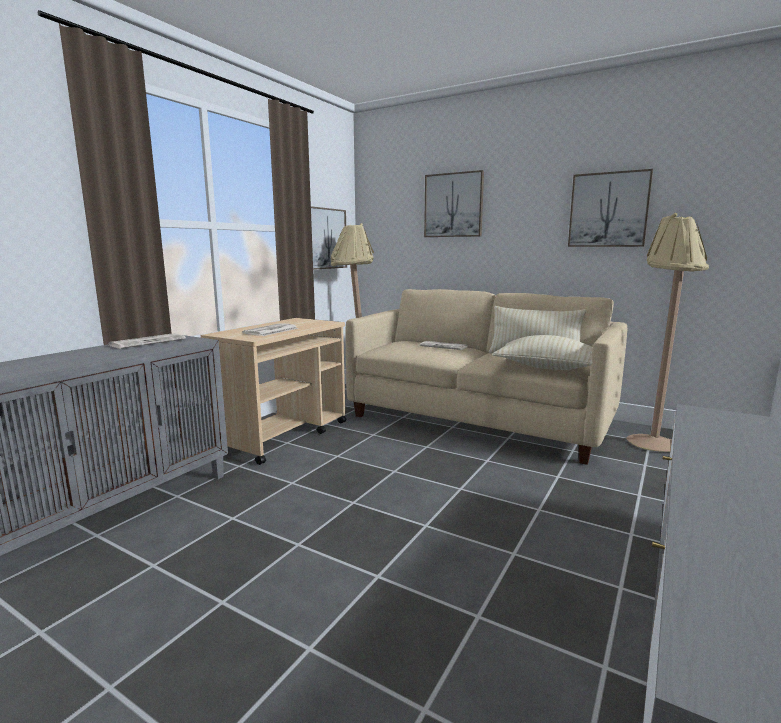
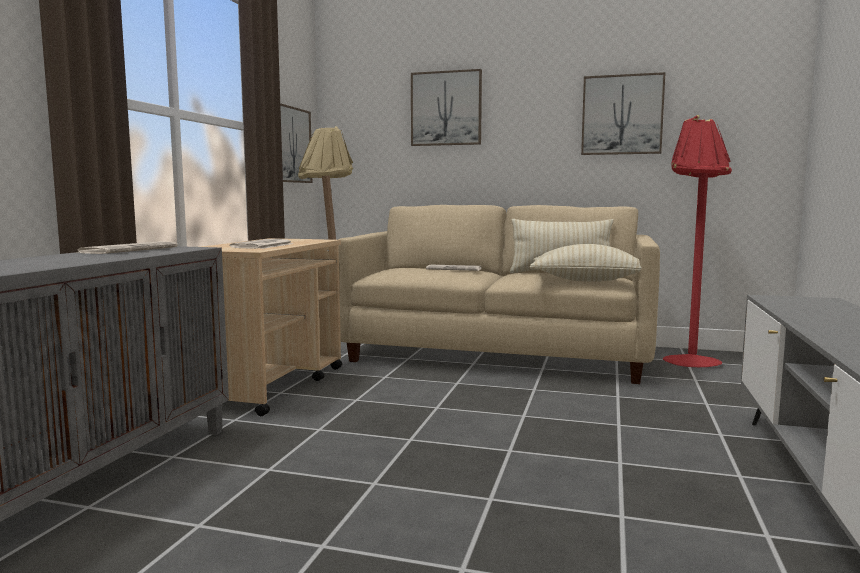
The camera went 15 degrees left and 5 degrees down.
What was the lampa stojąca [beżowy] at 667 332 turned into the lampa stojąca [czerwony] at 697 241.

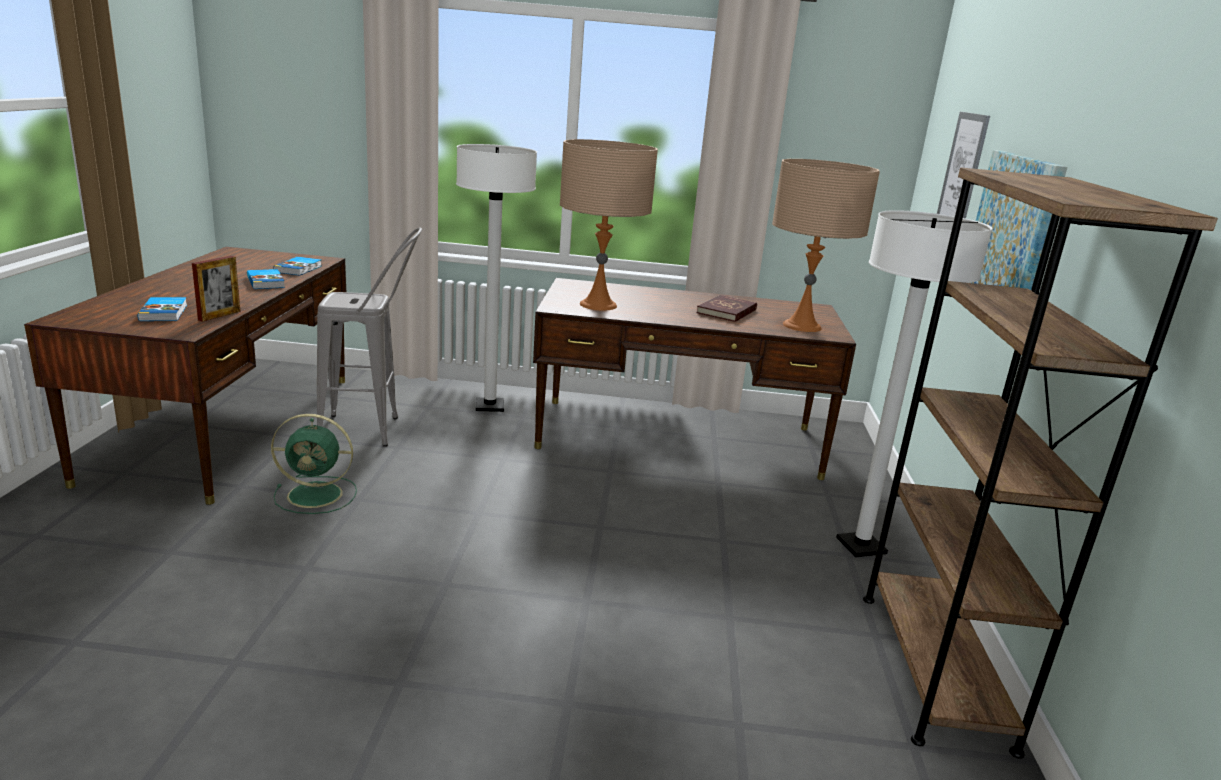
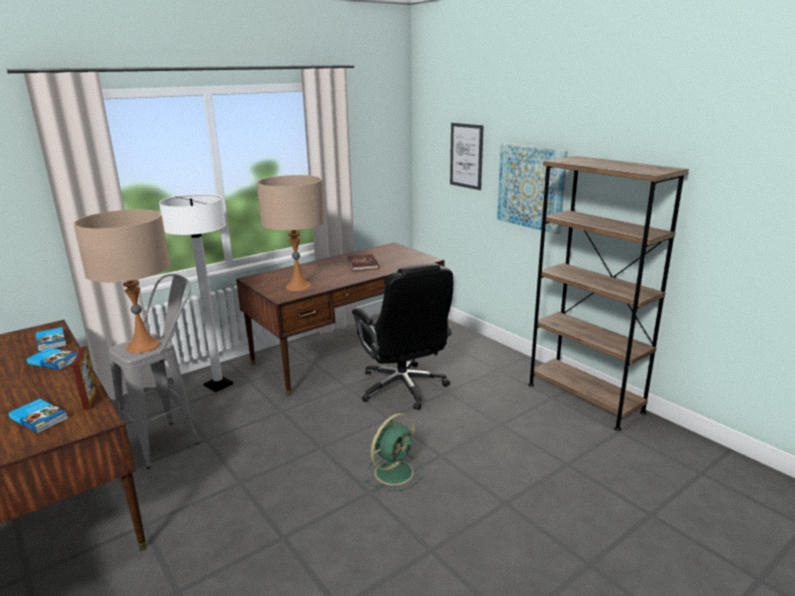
The camera went 40 degrees left and 0 degrees up.
The second view lost the lampa stojąca [biały] at 914 383.
The second view gained the krzesło biurowe [czarny] at 402 336.
The wentylator [zielony] ended up elsewhere, having gone from 314 464 to 394 452.
The lampa stołowa [beżowy] ended up elsewhere, having gone from 826 245 to 121 281.

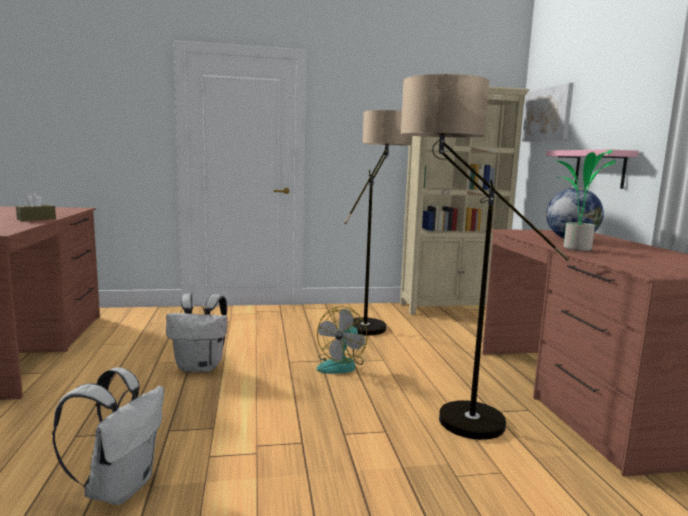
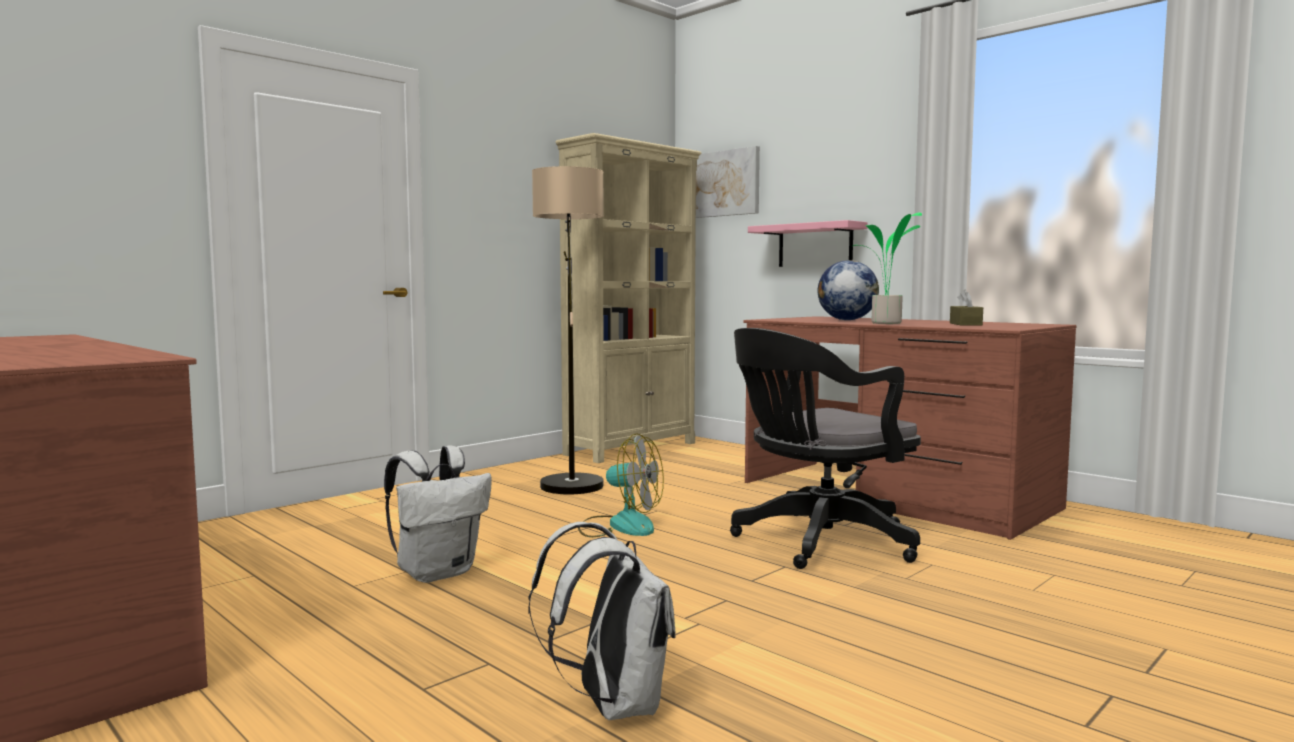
The camera went 35 degrees left and 5 degrees down.
The pudełko chusteczek [brązowy] ended up elsewhere, having gone from 36 207 to 966 307.
Where the lampa stojąca stood at 485 257, the krzesło biurowe [czarny] came to stand at 825 448.
The wentylator at 342 340 ended up facing another way, 60 degrees counterclockwise from before.

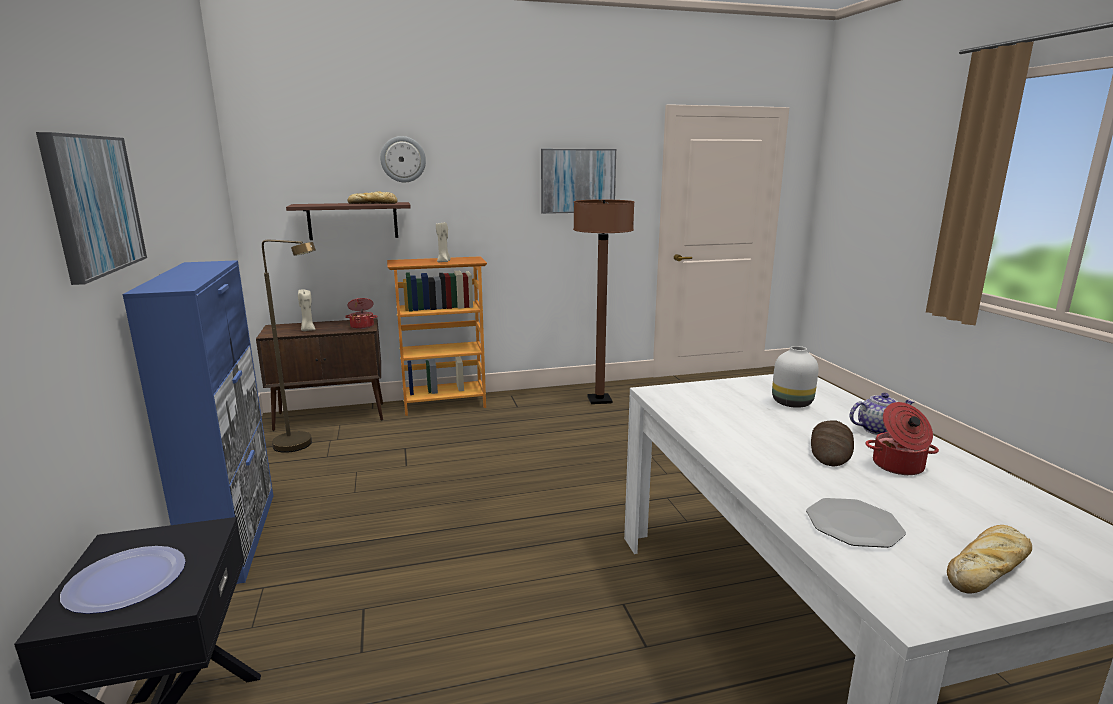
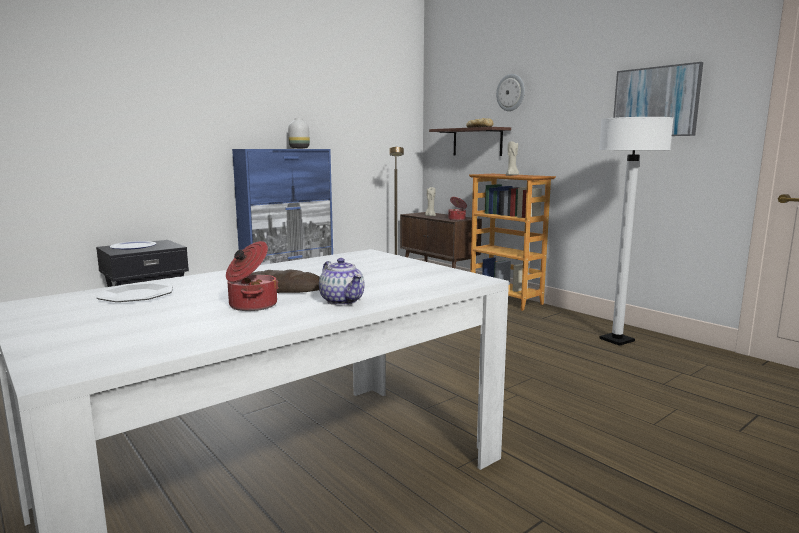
The camera went 65 degrees right and 5 degrees down.
The second view lost the obraz at 91 208.
The second view lost the chleb at 989 559.
The wazon [biały] ended up elsewhere, having gone from 795 377 to 299 133.
What was the lampa stojąca [brązowy] at 603 301 turned into the lampa stojąca [biały] at 636 231.

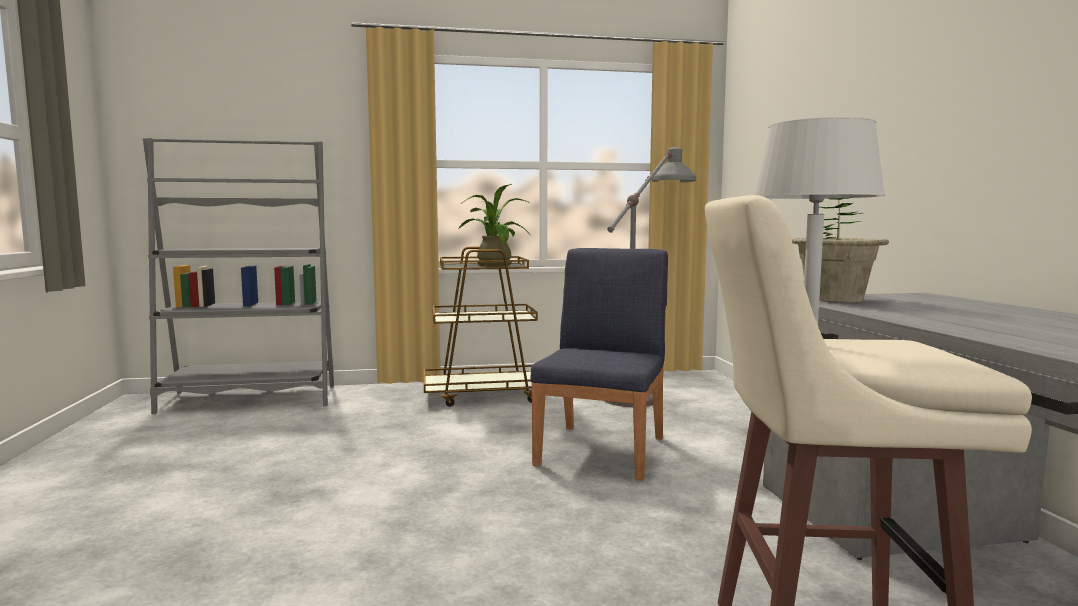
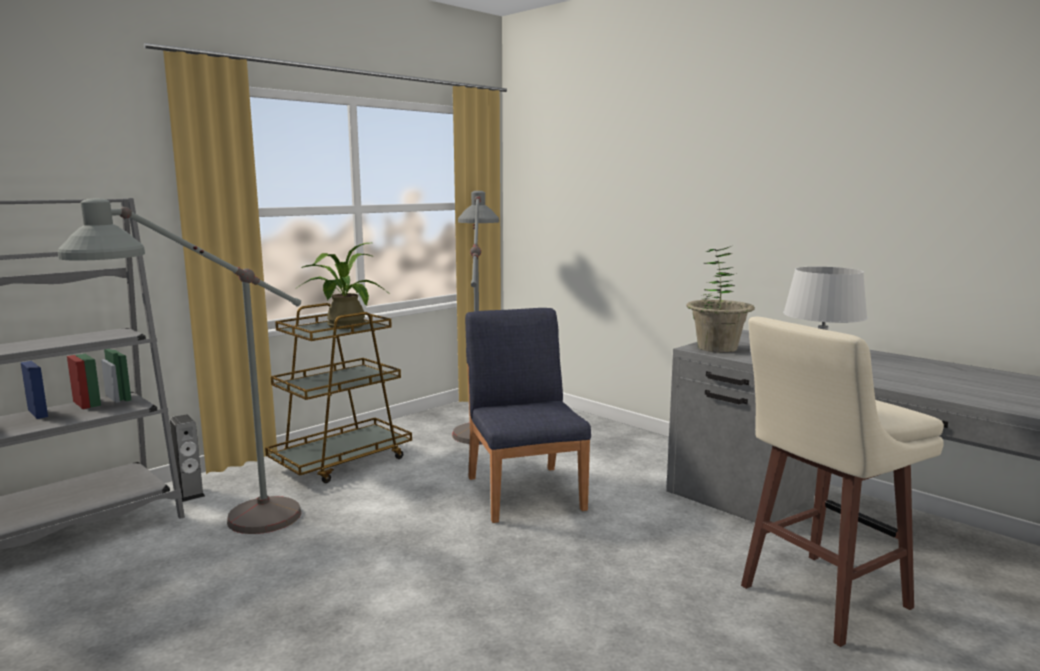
The camera went 35 degrees left and 5 degrees up.
The second view gained the lampa stojąca [szary] at 179 366.
The second view gained the głośnik at 187 458.

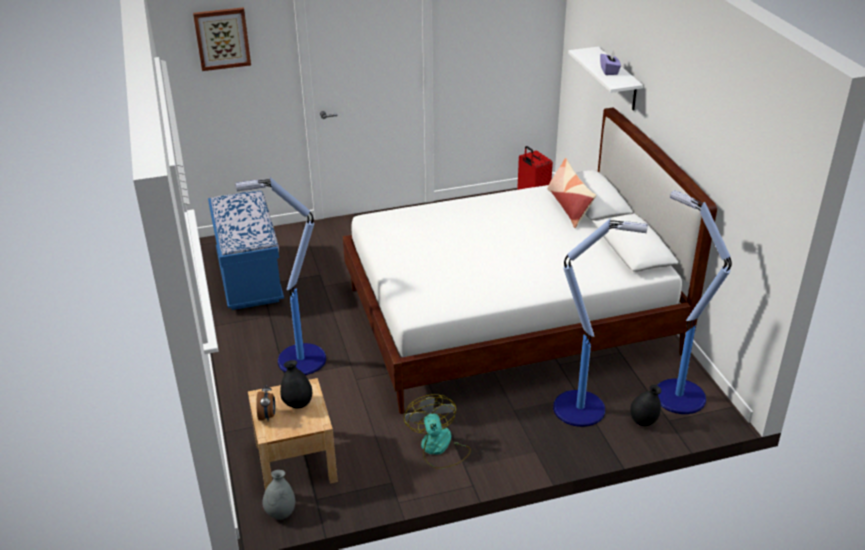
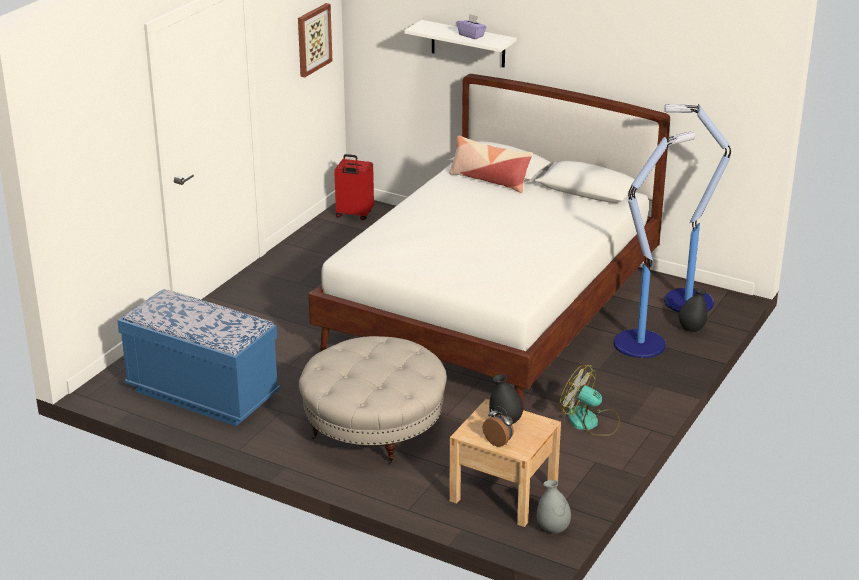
The camera went 45 degrees left and 5 degrees down.
The obraz ended up elsewhere, having gone from 222 39 to 315 40.
Where the lampa stojąca stood at 281 276, the pufa [beżowy] came to stand at 373 400.

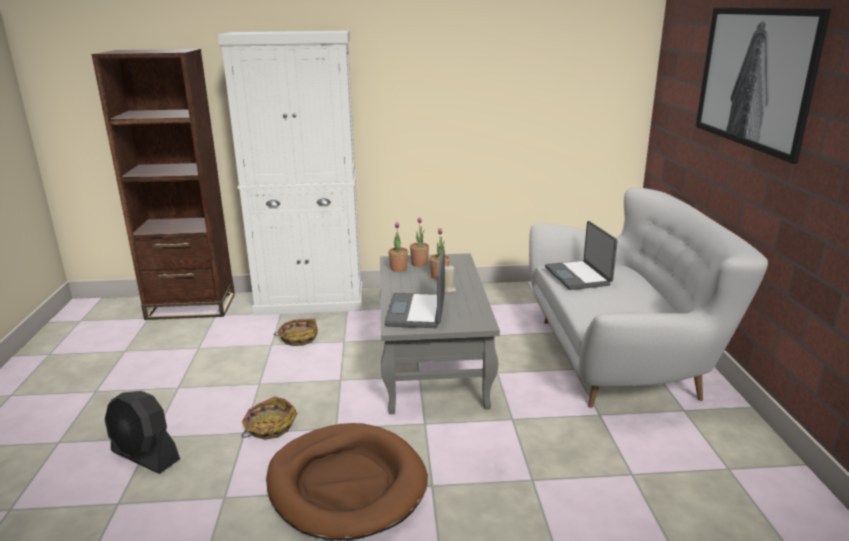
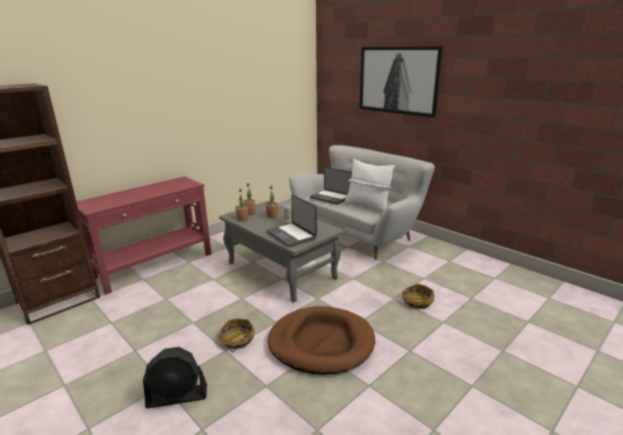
The camera went 40 degrees left and 0 degrees up.
The second view gained the poduszka [biały] at 369 186.
The koszyk ended up elsewhere, having gone from 296 332 to 418 296.
Where the szafka [biały] stood at 290 173, the stolik konsolowy [czerwony] came to stand at 144 235.

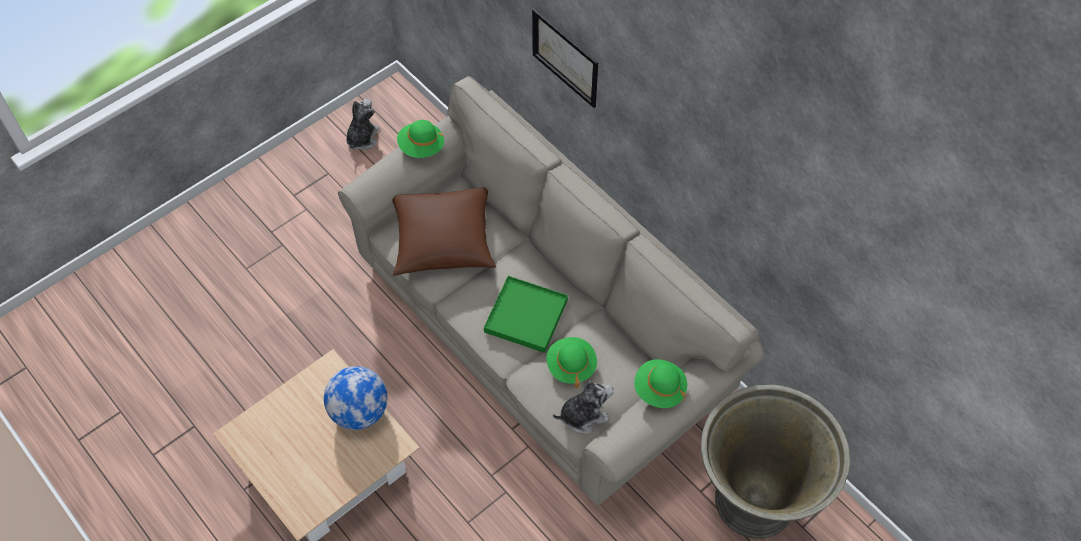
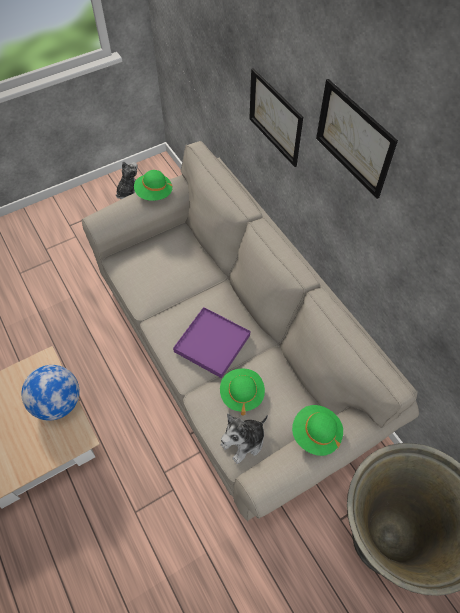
The camera went 10 degrees right and 0 degrees up.
The second view lost the poduszka [brązowy] at 444 231.
The second view gained the obraz at 357 139.
What was the taca [zielony] at 526 314 turned into the taca [fioletowy] at 211 342.
The pluszak at 583 406 ended up facing another way, 150 degrees clockwise from before.

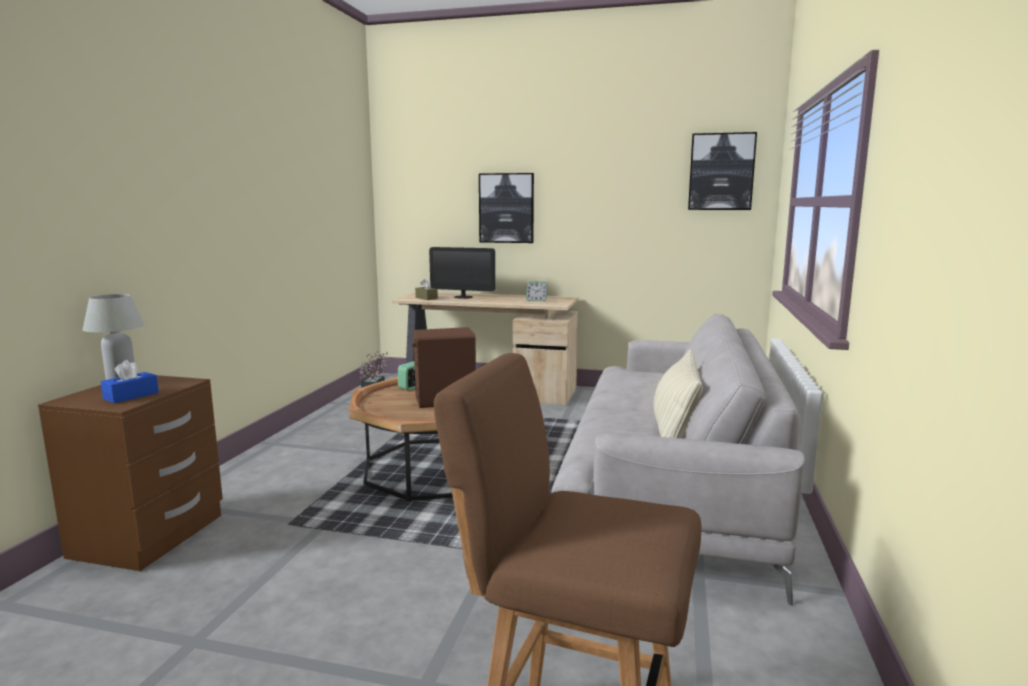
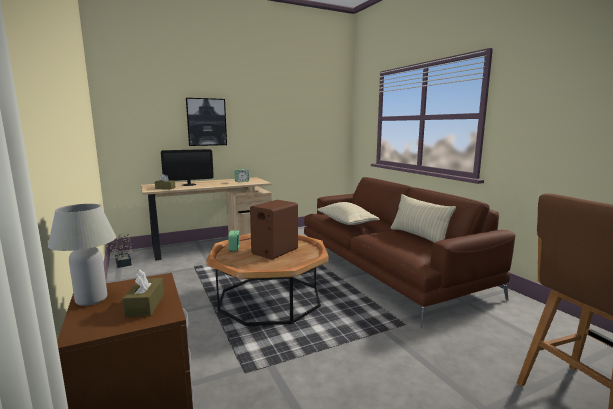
The camera went 40 degrees left and 0 degrees up.
The second view lost the obraz at 722 171.
The second view gained the poduszka [beżowy] at 348 213.
What was the pudełko chusteczek [niebieski] at 130 381 turned into the pudełko chusteczek [brązowy] at 143 293.
What was the kanapa [szary] at 678 460 turned into the kanapa [brązowy] at 410 252.

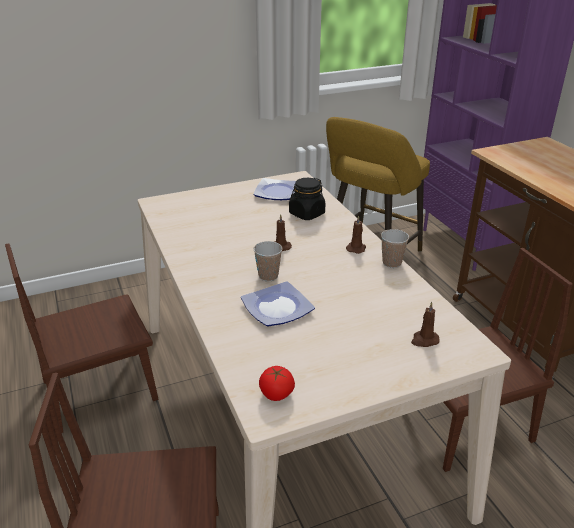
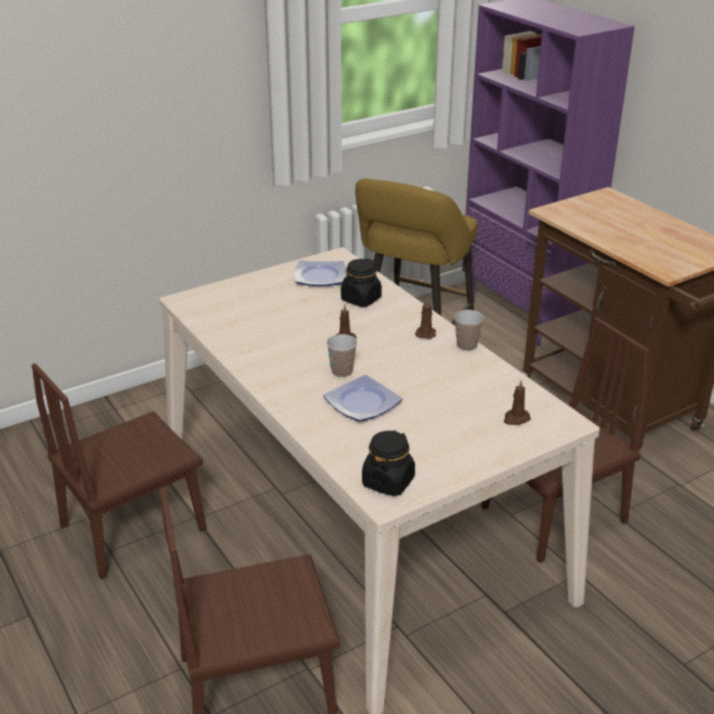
The camera went 10 degrees left and 0 degrees up.
Where the pomidor stood at 277 383, the słoik [czarny] came to stand at 388 463.

